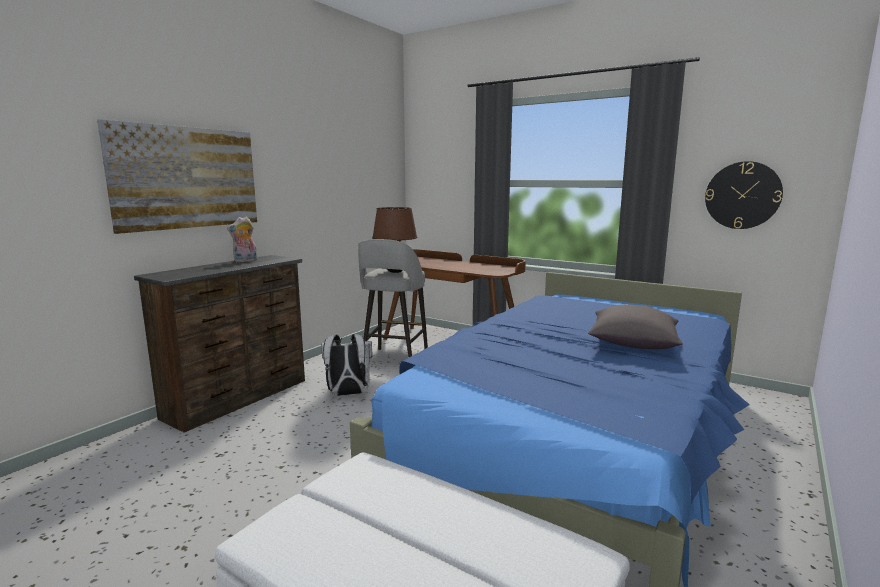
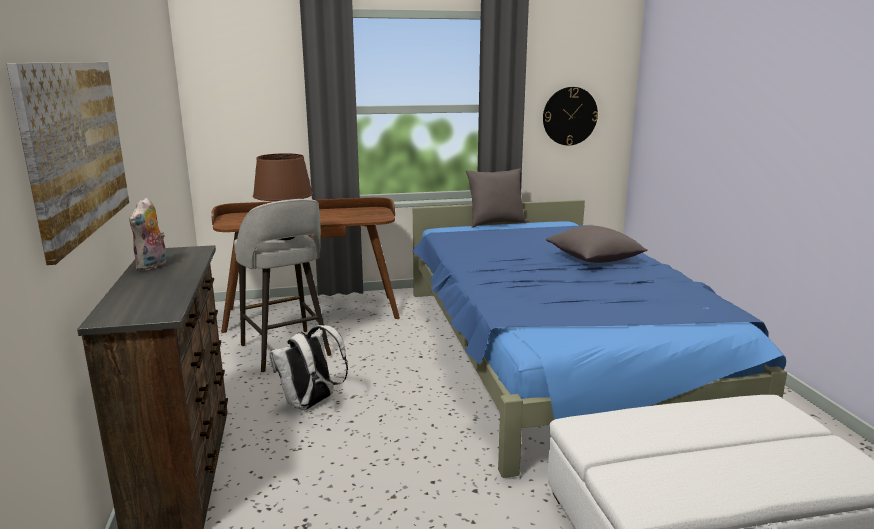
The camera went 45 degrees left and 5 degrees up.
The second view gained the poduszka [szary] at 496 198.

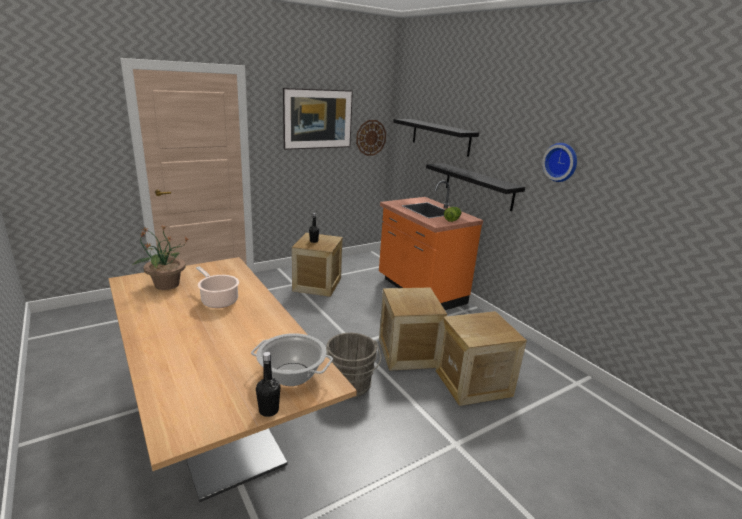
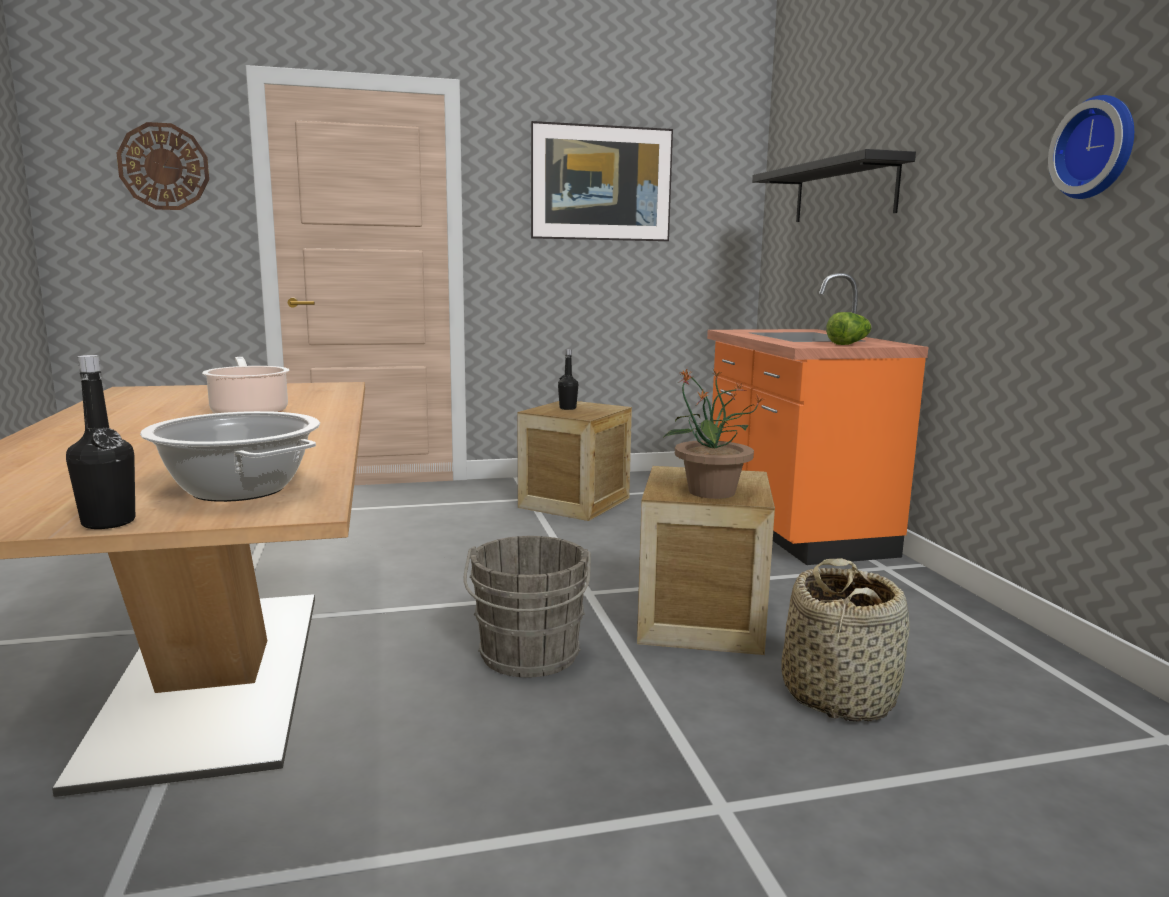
The camera went 20 degrees right and 10 degrees down.
The second view lost the półka [czarny] at 475 187.
The roślina doniczkowa ended up elsewhere, having gone from 160 257 to 714 433.
The zegar ścienny ended up elsewhere, having gone from 371 138 to 163 166.
Where the skrzynka stood at 481 358, the koszyk came to stand at 845 639.

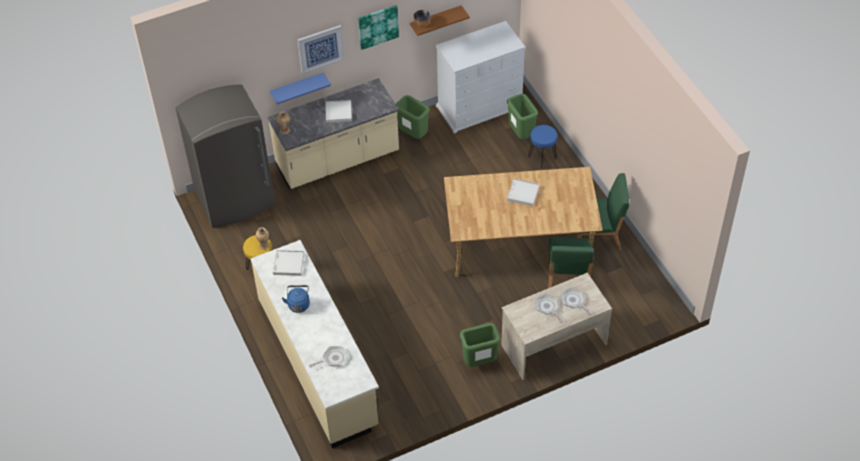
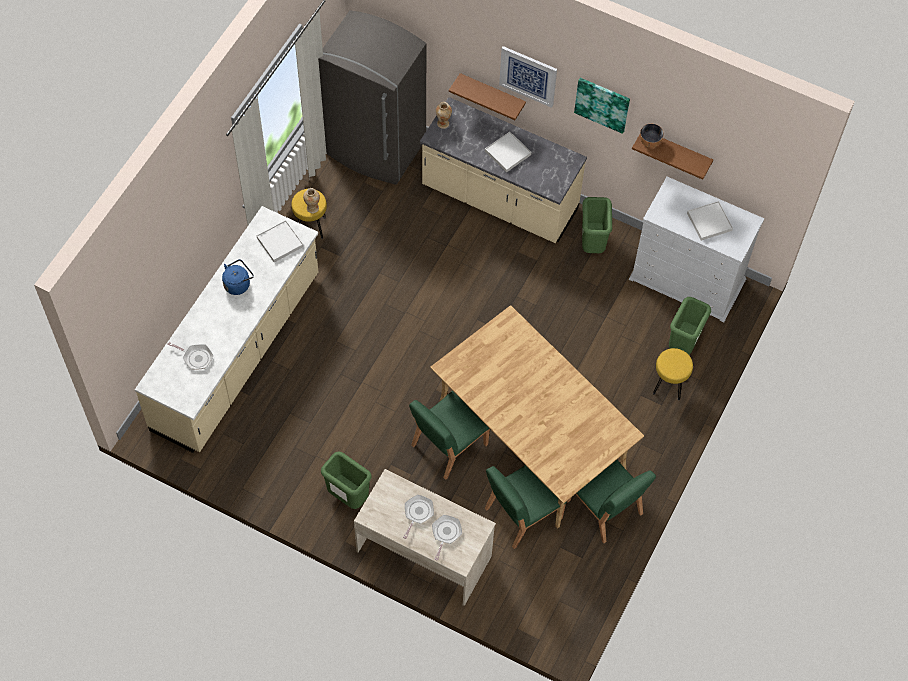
The camera went 50 degrees right and 10 degrees up.
The second view gained the krzesło [zielony] at 449 435.
The taca [biały] ended up elsewhere, having gone from 523 192 to 710 221.
What was the półka [niebieski] at 300 88 turned into the półka [brązowy] at 487 96.
What was the stołek [niebieski] at 543 146 turned into the stołek [żółty] at 673 374.

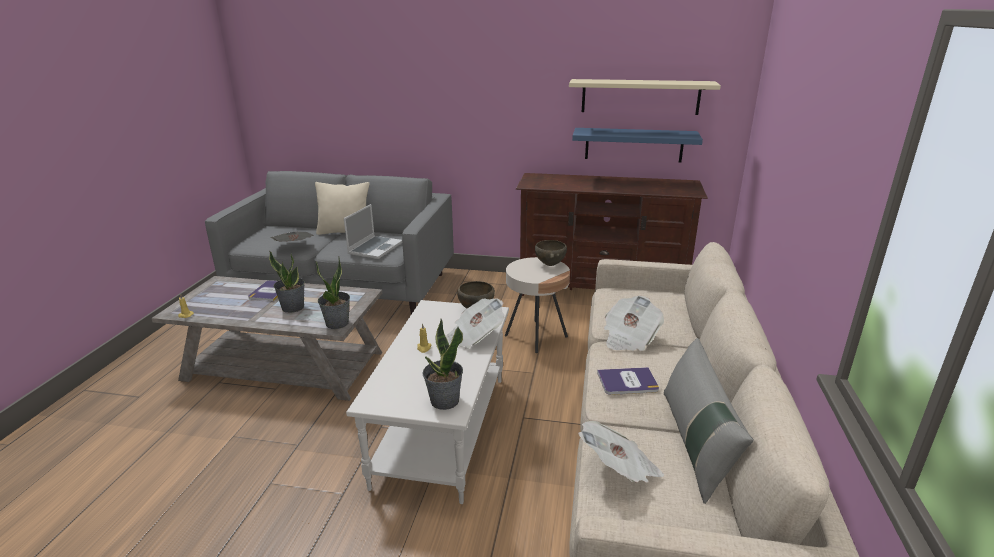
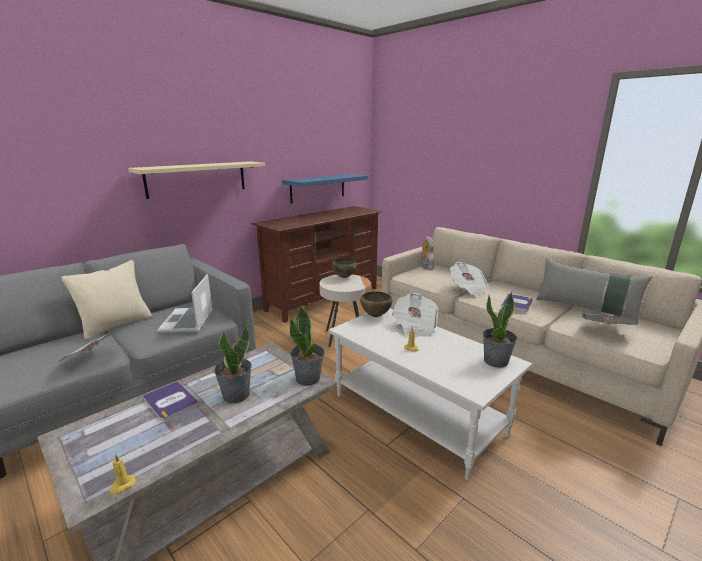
The camera went 55 degrees left and 5 degrees down.
The second view gained the pluszak at 428 253.
The półka [beżowy] ended up elsewhere, having gone from 645 97 to 196 180.
The laptop at 373 231 ended up facing another way, 150 degrees counterclockwise from before.

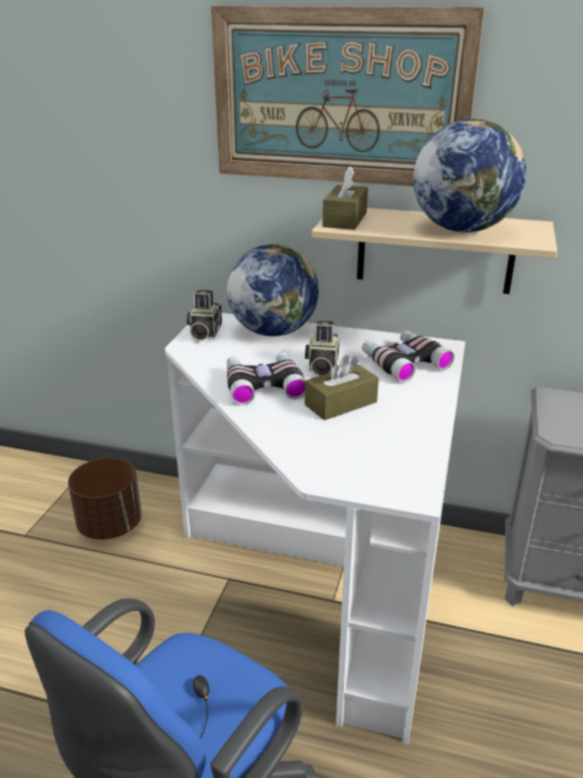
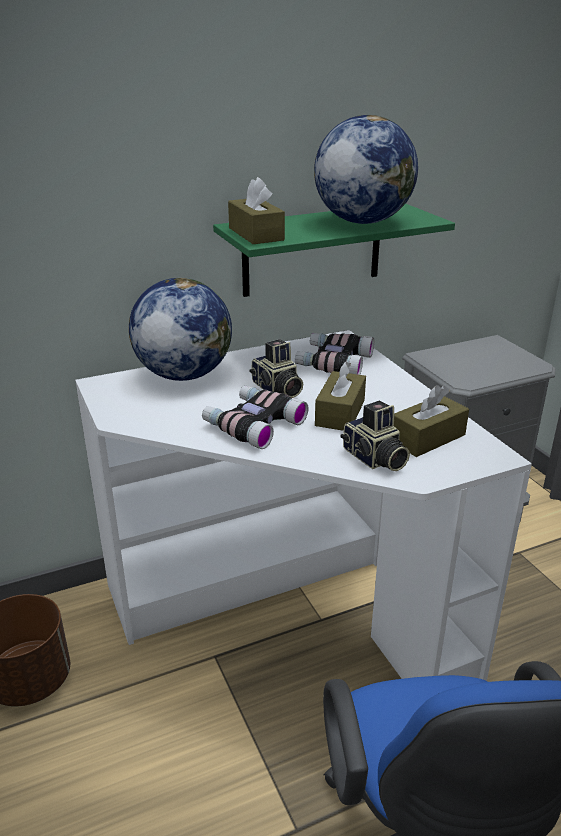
The camera went 40 degrees left and 0 degrees up.
The second view lost the obraz at 348 96.
The second view gained the pudełko chusteczek [brązowy] at 431 421.
The aparat fotograficzny ended up elsewhere, having gone from 204 315 to 375 436.
What was the półka [beżowy] at 434 251 turned into the półka [zielony] at 334 250.

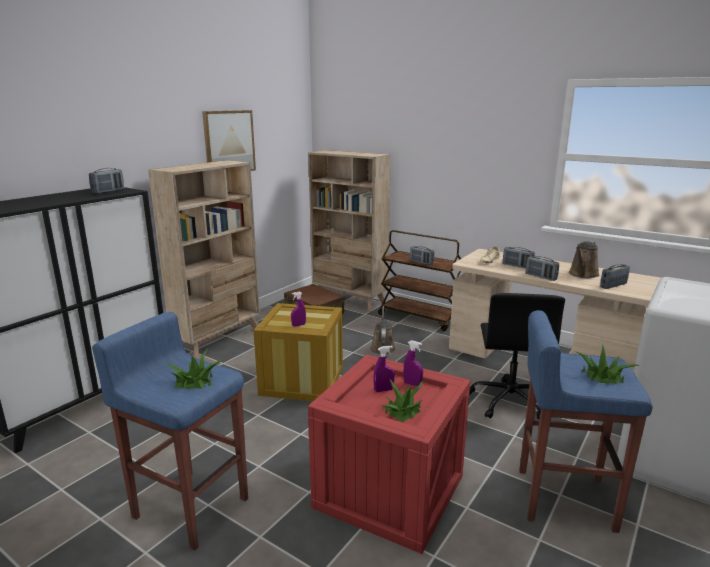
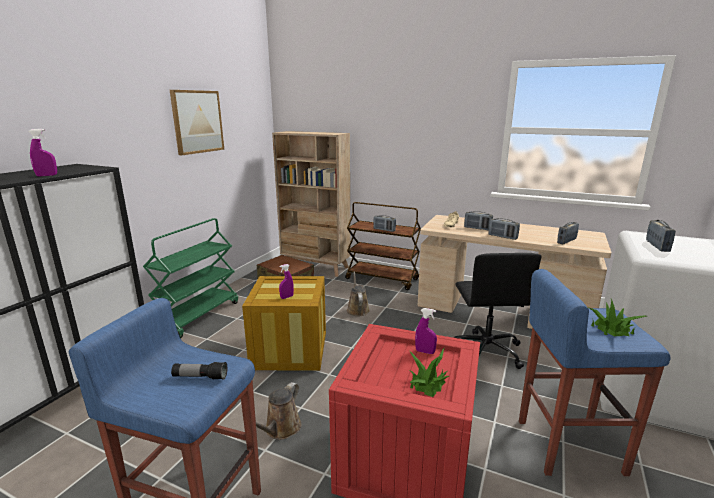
The camera went 10 degrees left and 0 degrees up.
The radio ended up elsewhere, having gone from 106 181 to 661 236.
The spryskiwacz [fioletowy] ended up elsewhere, having gone from 384 369 to 42 152.
The konewka [brązowy] ended up elsewhere, having gone from 584 259 to 279 411.
Where the regał [beżowy] stood at 204 259, the wózek [zielony] came to stand at 190 278.
Where the roślina doniczkowa stood at 194 369, the latarka came to stand at 199 371.

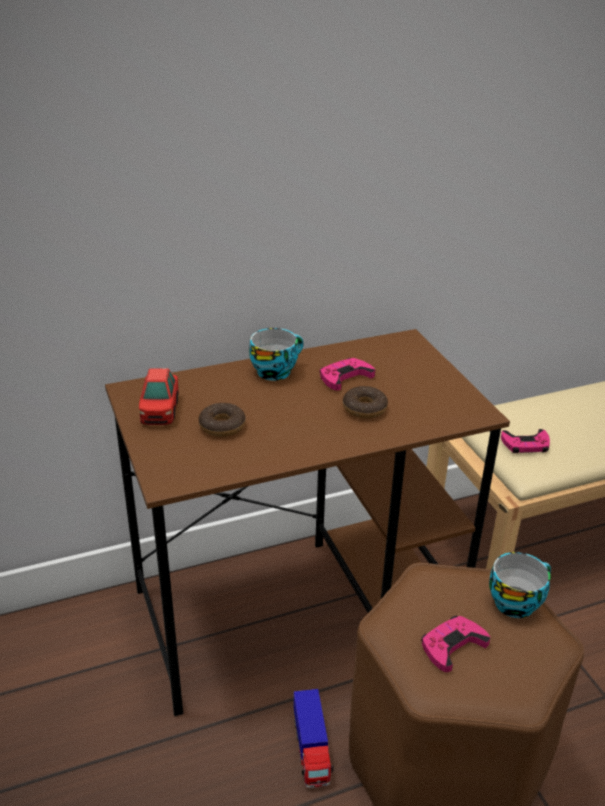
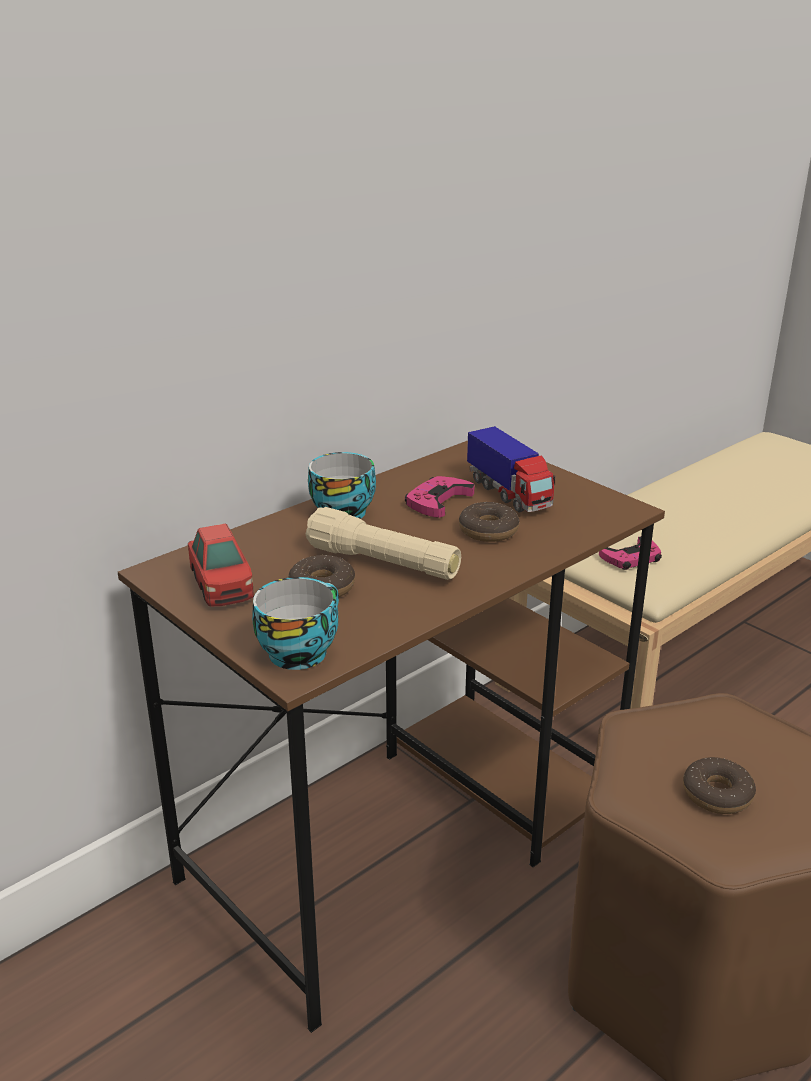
The camera went 20 degrees left and 5 degrees down.
The second view gained the latarka [beżowy] at 383 543.
The ciężarówka zabawkowa ended up elsewhere, having gone from 313 738 to 511 469.
The filiżanka ended up elsewhere, having gone from 520 585 to 295 623.
Where the pad do gier [różowy] stood at 455 644, the donut came to stand at 719 785.

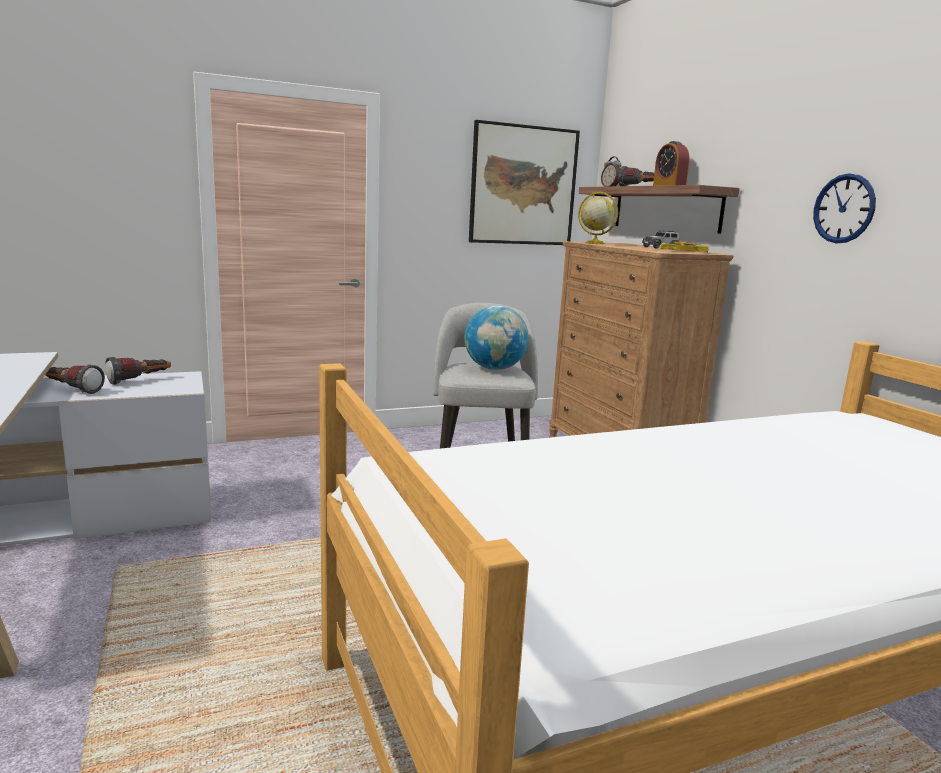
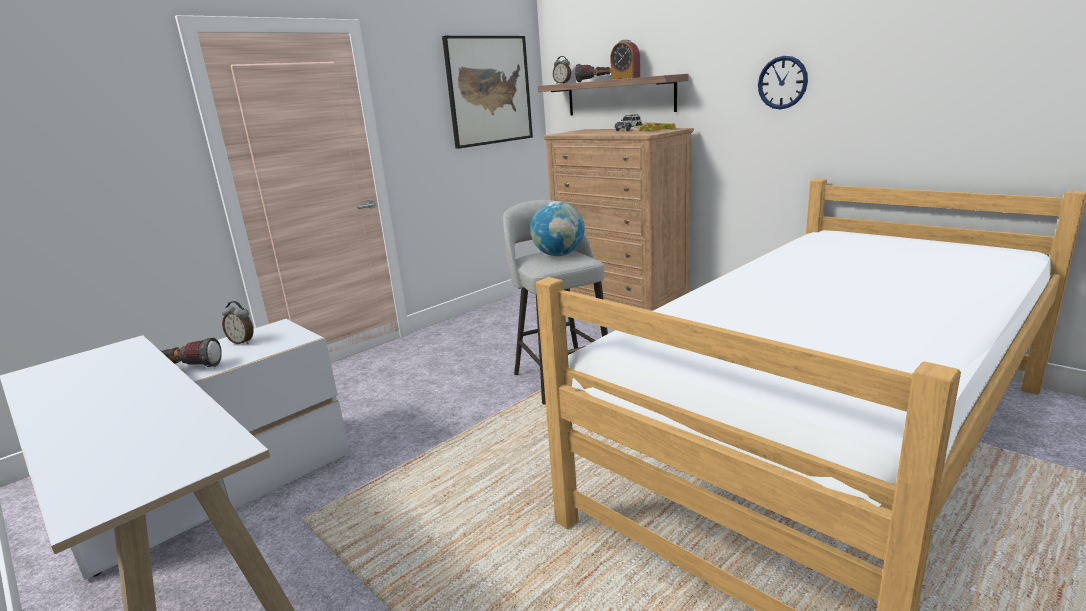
The camera went 20 degrees left and 5 degrees up.
The second view lost the globus at 598 218.
Where the latarka stood at 138 371, the budzik came to stand at 238 322.

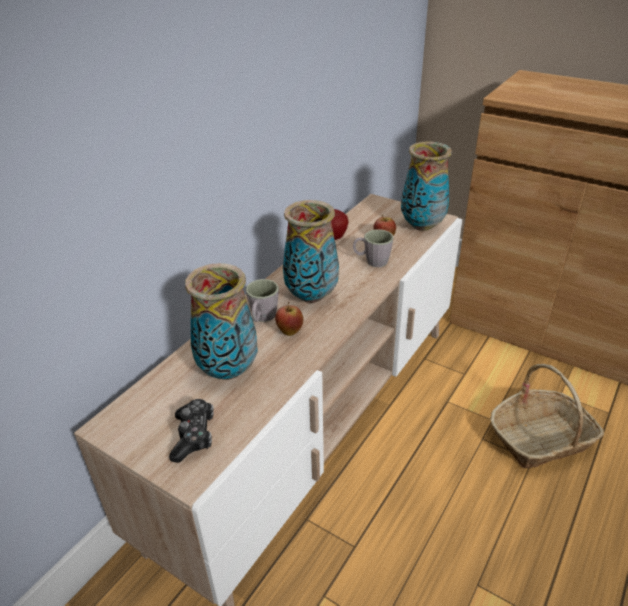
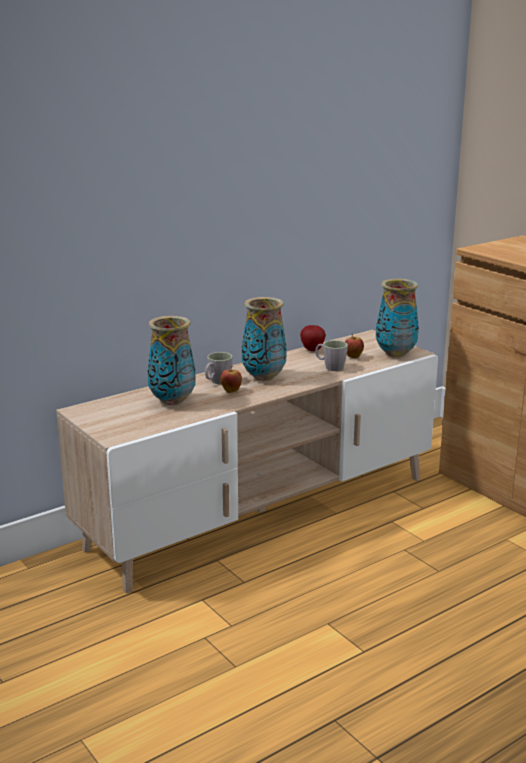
The camera went 20 degrees right and 15 degrees down.
The second view lost the pad do gier at 191 431.
The second view lost the koszyk at 547 416.

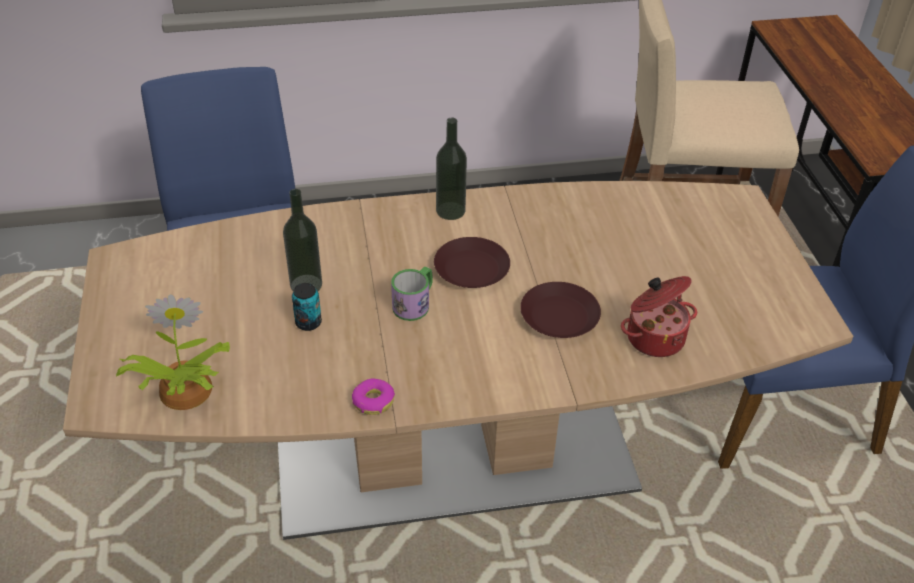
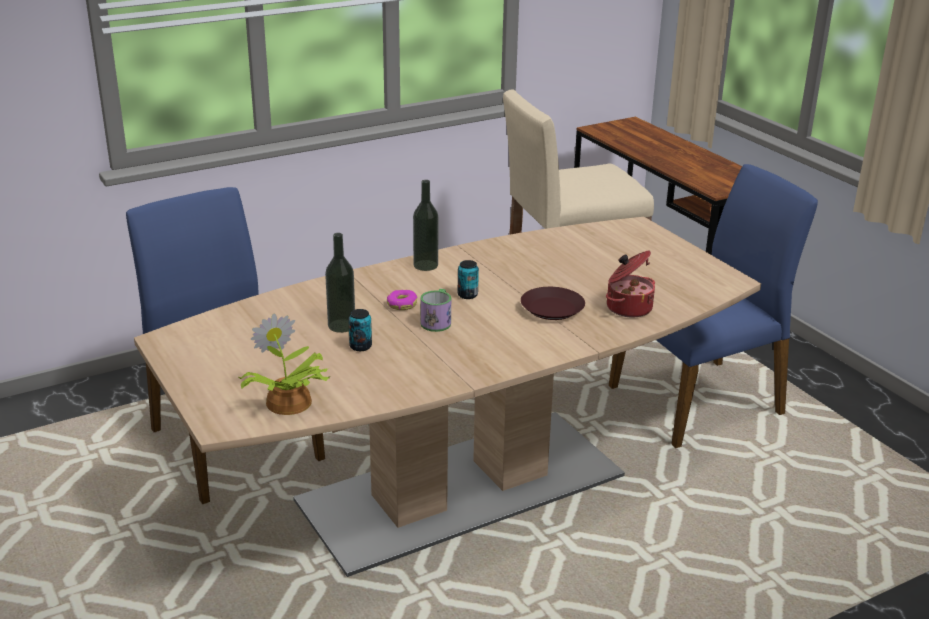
The camera went 20 degrees left and 15 degrees down.
The donut ended up elsewhere, having gone from 373 397 to 402 300.
Where the talerz [brązowy] stood at 472 262, the puszka came to stand at 468 279.

